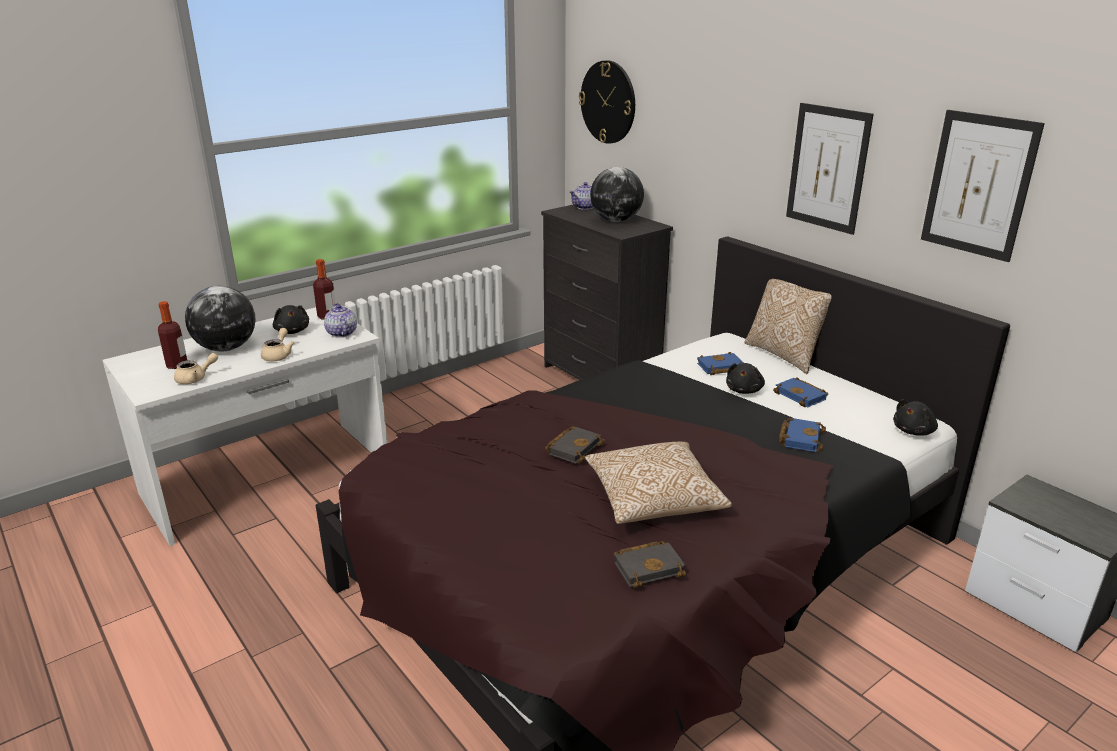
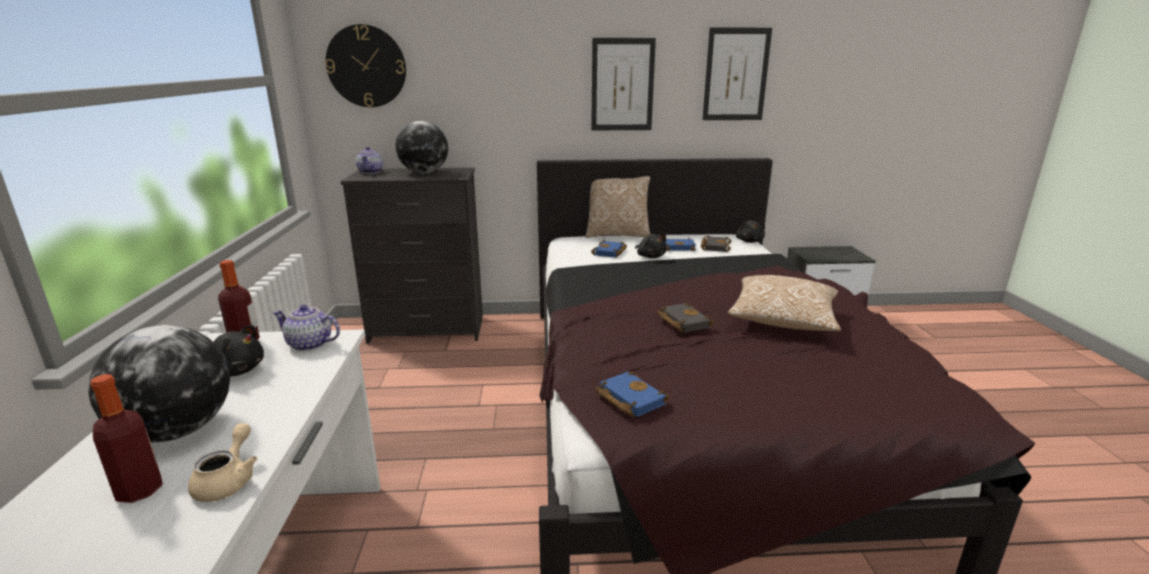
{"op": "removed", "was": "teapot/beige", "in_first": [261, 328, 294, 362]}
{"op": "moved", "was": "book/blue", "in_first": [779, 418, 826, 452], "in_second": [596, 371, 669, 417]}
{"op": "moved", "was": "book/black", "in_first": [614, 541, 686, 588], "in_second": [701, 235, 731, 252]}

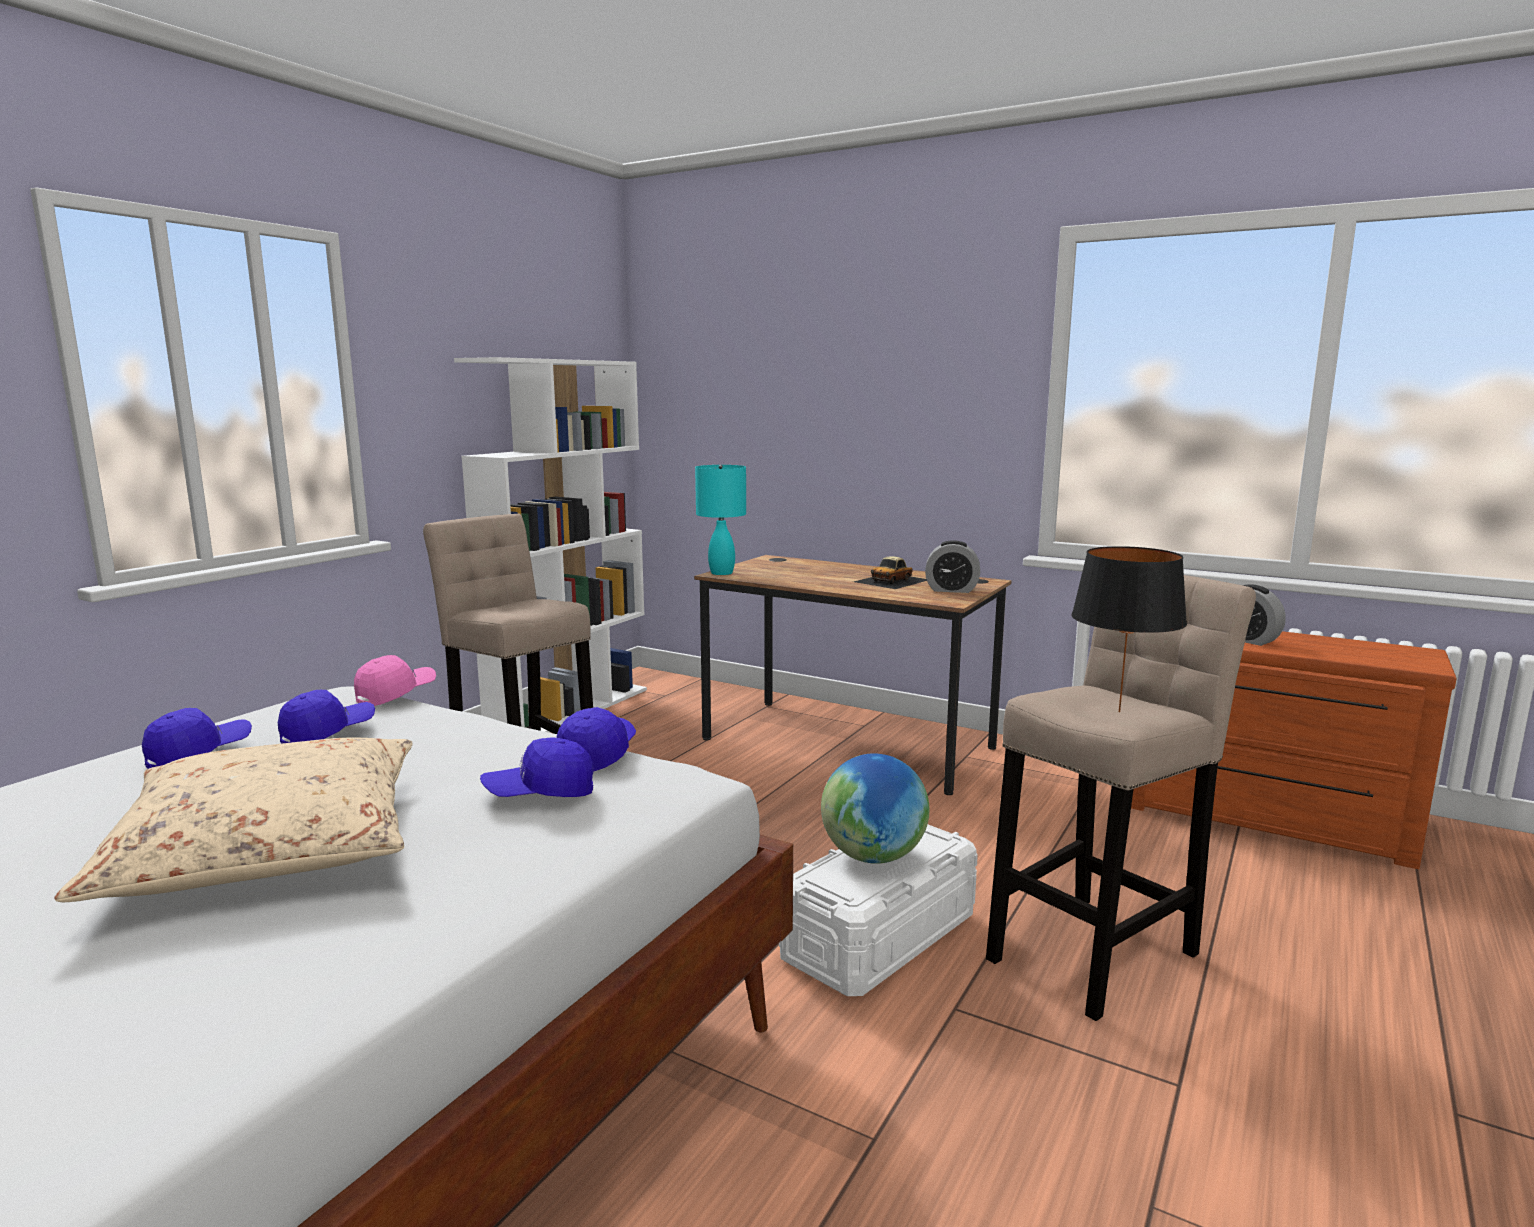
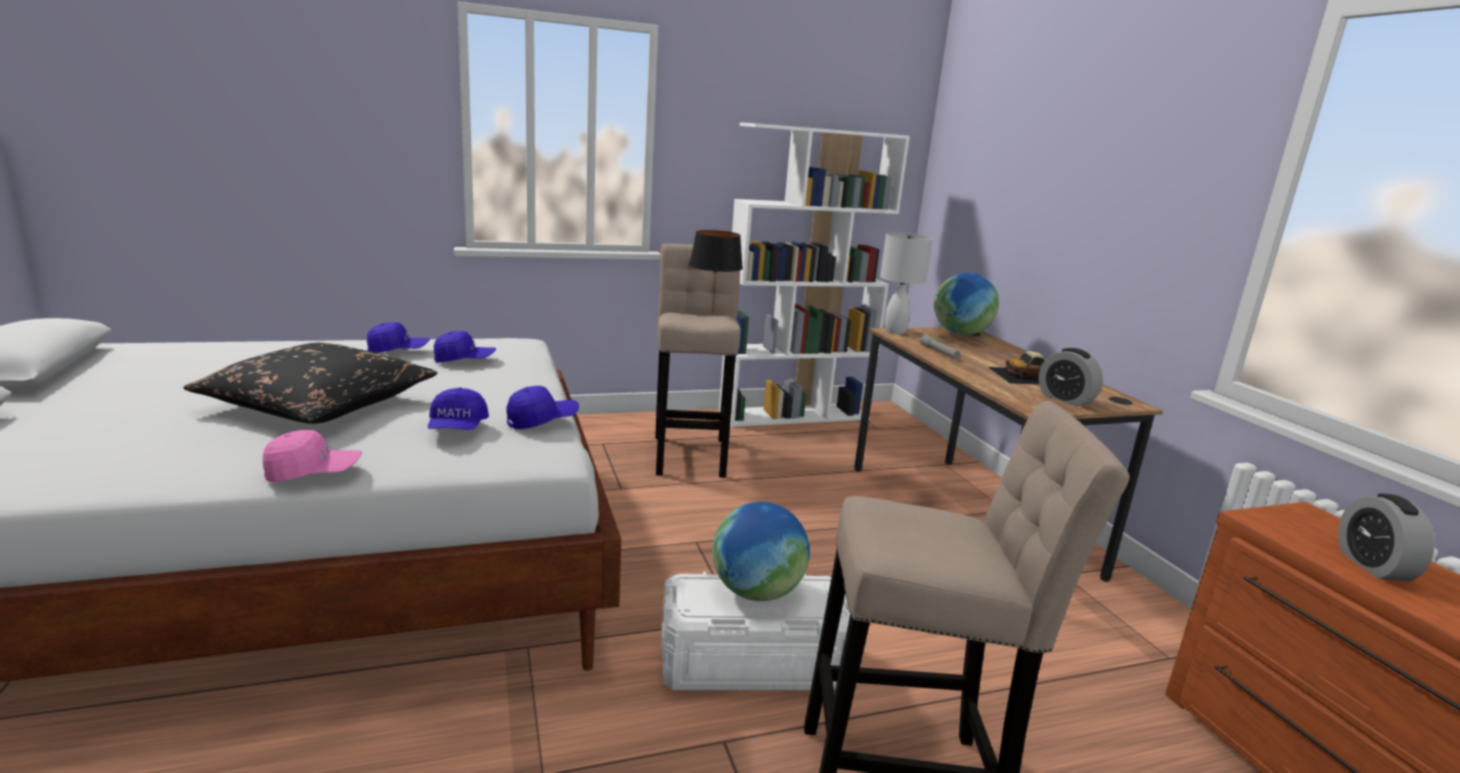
{"op": "recoloured", "was": "table lamp/turquoise", "now": "table lamp/white", "in_first": [695, 465, 746, 575], "in_second": [880, 233, 933, 334]}
{"op": "moved", "was": "table lamp/black", "in_first": [1071, 546, 1187, 712], "in_second": [689, 230, 743, 314]}
{"op": "moved", "was": "cap/pink", "in_first": [354, 655, 436, 706], "in_second": [263, 430, 362, 482]}
{"op": "turned", "was": "cap/blue", "in_first": [480, 737, 594, 797], "in_second": [428, 387, 489, 430], "clockwise": -120}
{"op": "recoloured", "was": "pillow/beige", "now": "pillow/black", "in_first": [54, 738, 412, 902], "in_second": [183, 343, 437, 424]}
{"op": "added", "now": "globe", "in_second": [934, 273, 999, 335]}
{"op": "added", "now": "flashlight/grey", "in_second": [920, 335, 960, 359]}

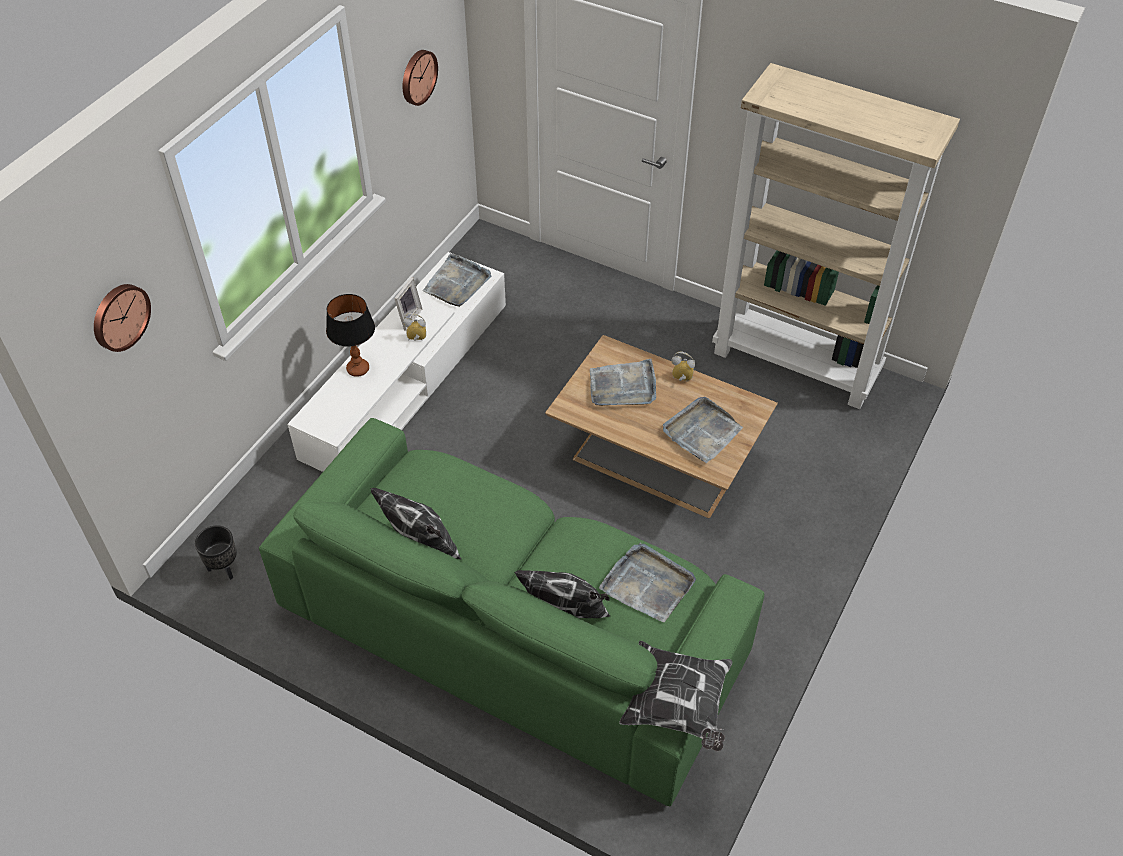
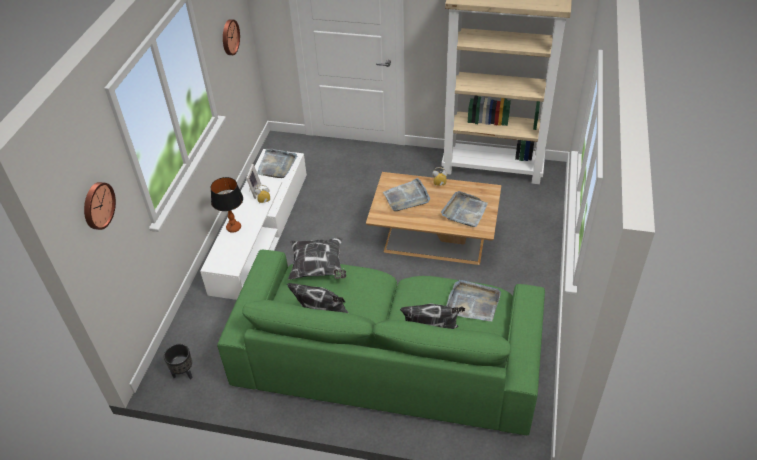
{"op": "moved", "was": "pillow", "in_first": [619, 641, 733, 751], "in_second": [288, 237, 346, 280]}

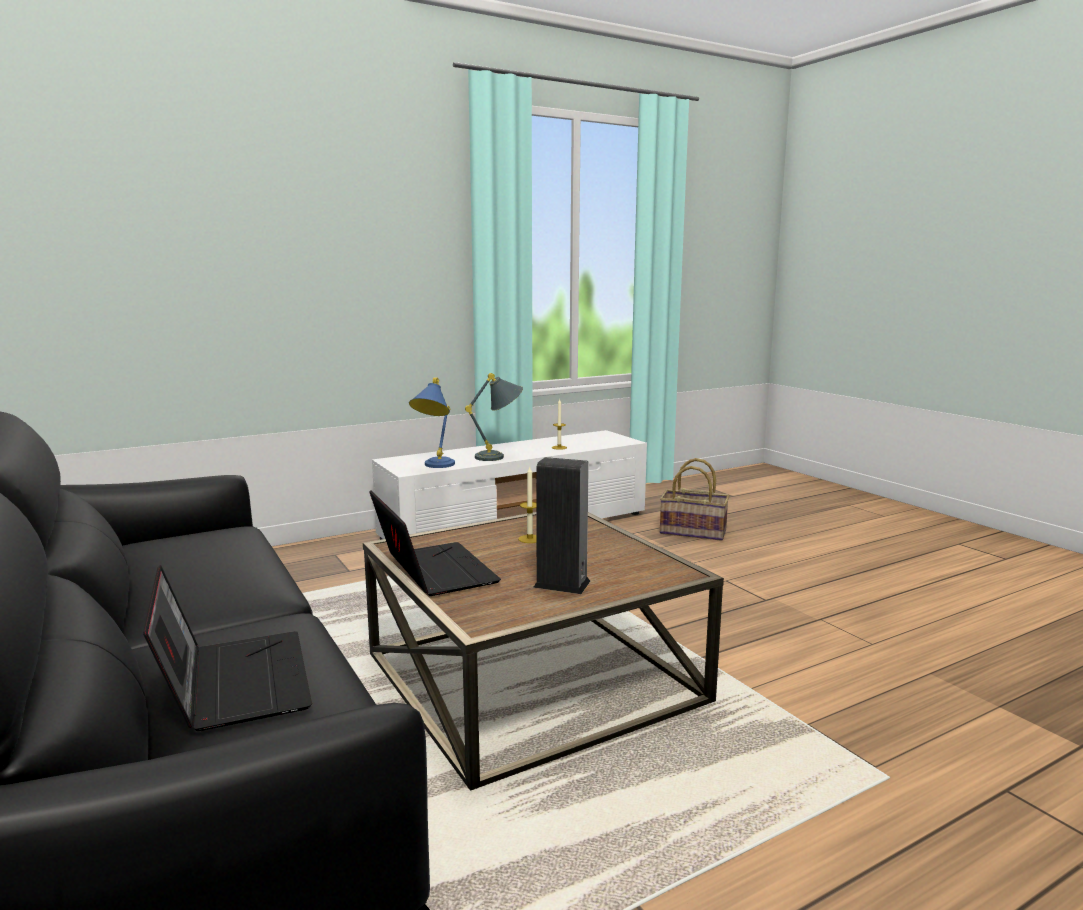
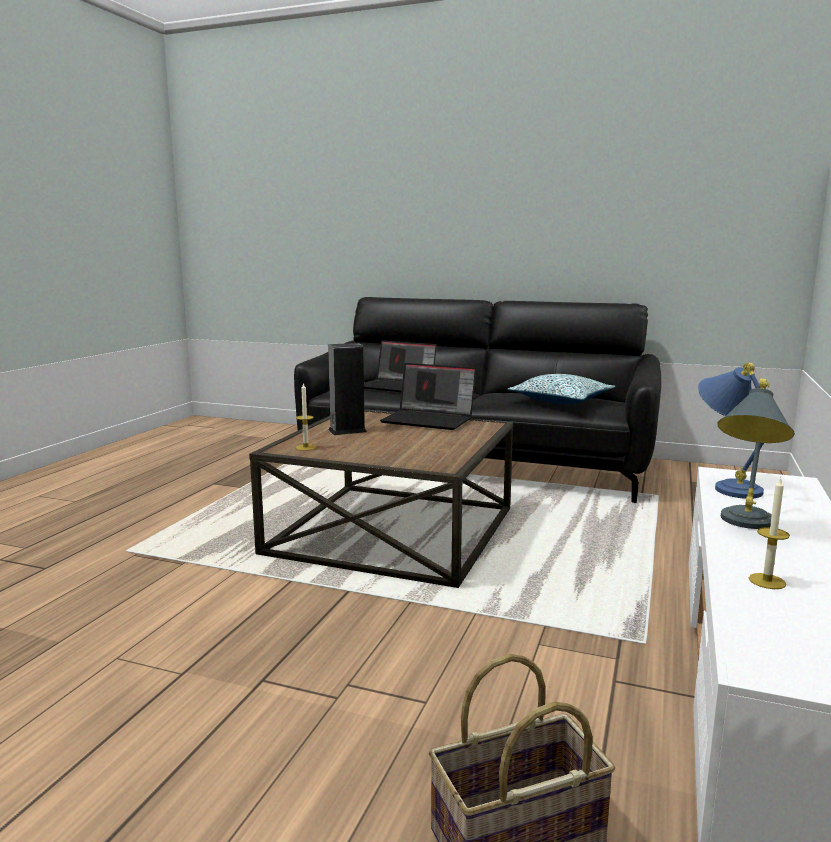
{"op": "moved", "was": "candle", "in_first": [518, 467, 537, 543], "in_second": [296, 382, 316, 451]}
{"op": "added", "now": "pillow", "in_second": [507, 374, 616, 405]}

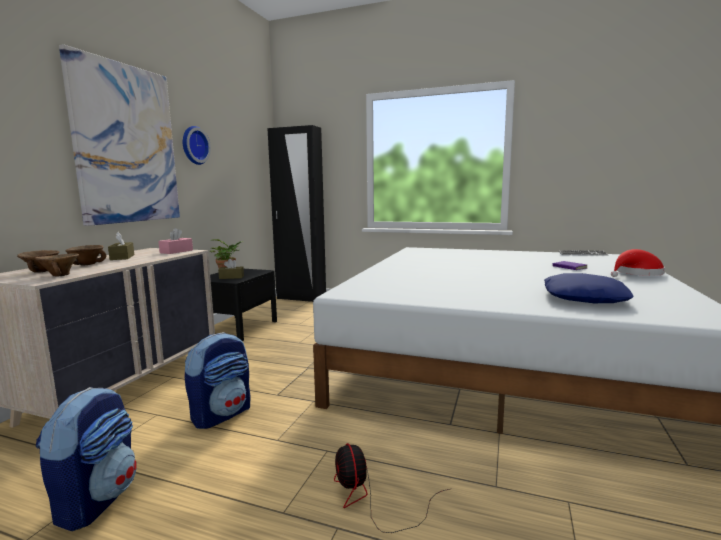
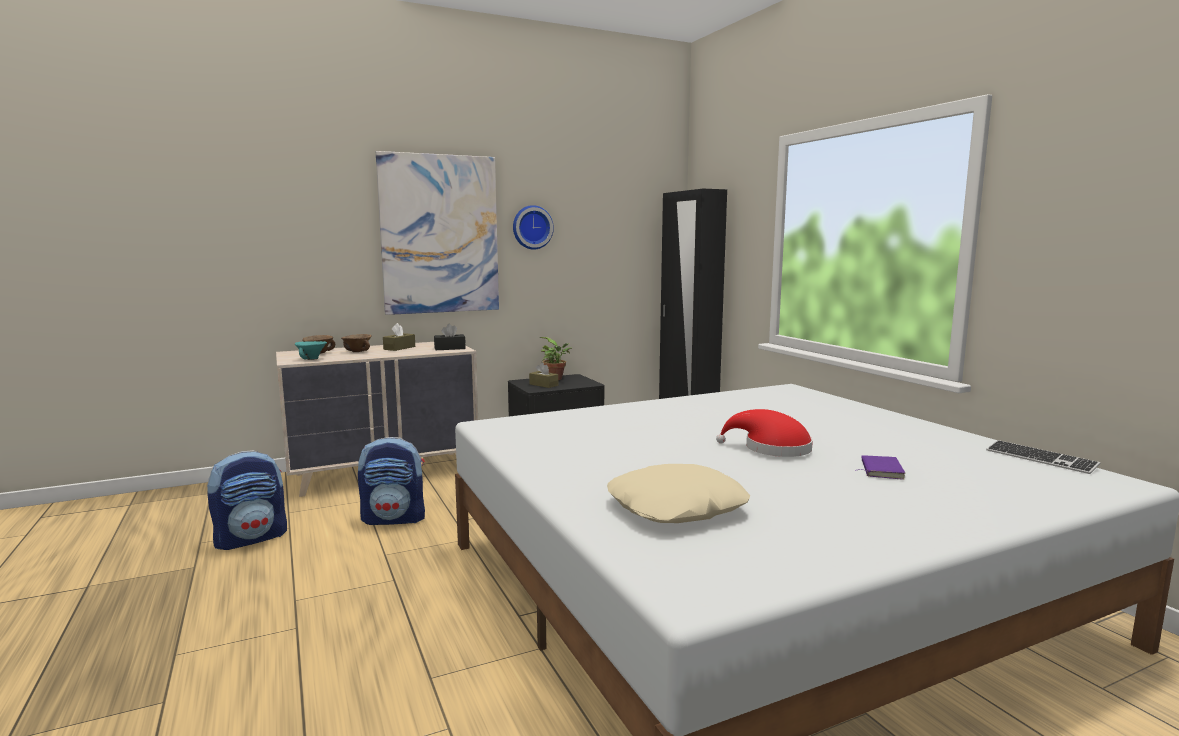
{"op": "recoloured", "was": "tissue box/pink", "now": "tissue box/black", "in_first": [158, 228, 193, 254], "in_second": [434, 324, 466, 350]}
{"op": "moved", "was": "hat/red", "in_first": [611, 249, 665, 277], "in_second": [716, 409, 813, 457]}
{"op": "recoloured", "was": "bowl/brown", "now": "bowl/turquoise", "in_first": [35, 253, 79, 276], "in_second": [295, 341, 327, 360]}
{"op": "recoloured", "was": "pillow/blue", "now": "pillow/beige", "in_first": [544, 273, 633, 303], "in_second": [607, 464, 750, 523]}
{"op": "removed", "was": "fan", "in_first": [334, 443, 450, 533]}

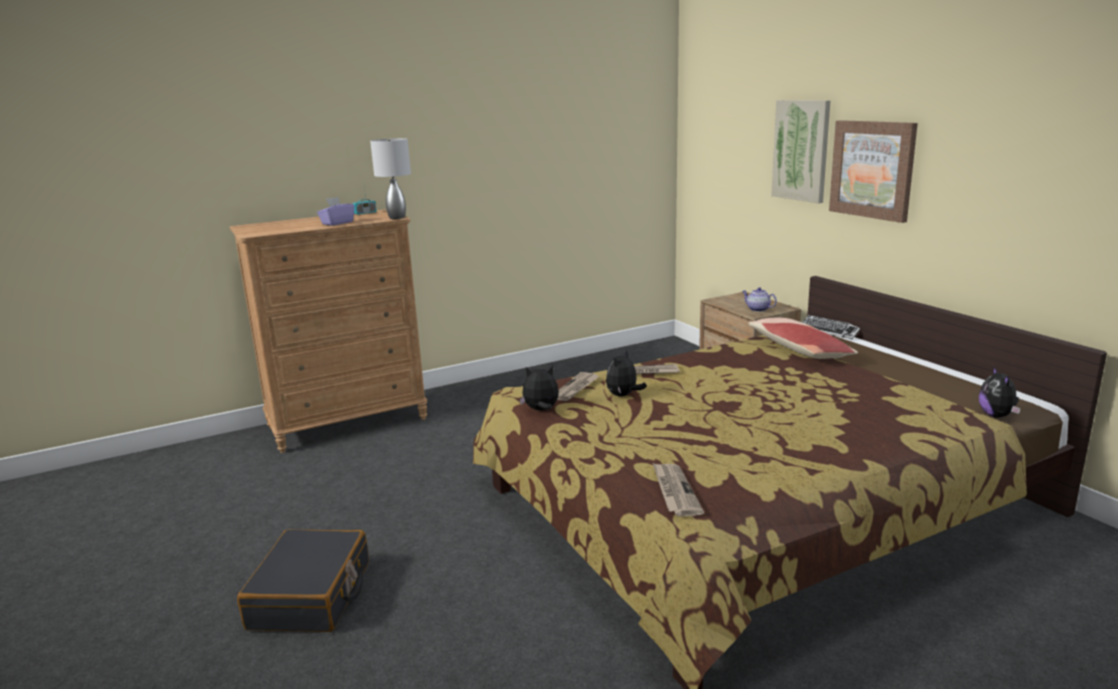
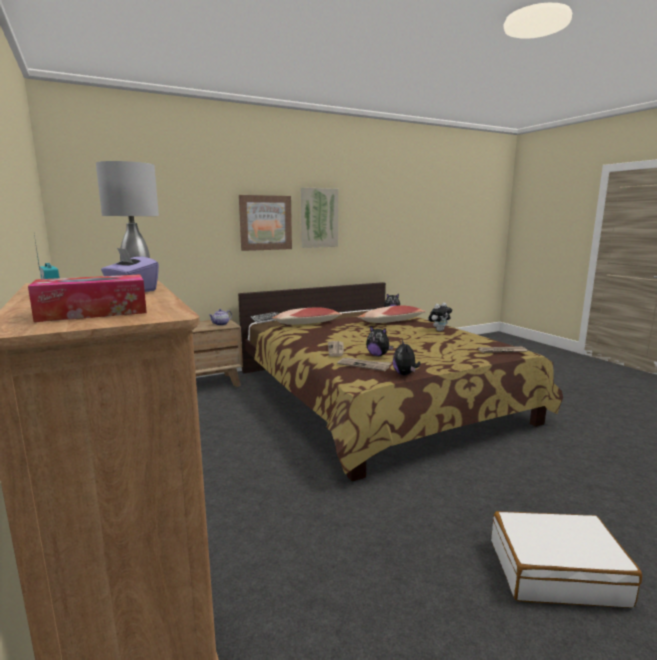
{"op": "moved", "was": "picture", "in_first": [771, 100, 831, 203], "in_second": [301, 187, 338, 248]}
{"op": "recoloured", "was": "suitcase/black", "now": "suitcase/white", "in_first": [237, 530, 369, 632], "in_second": [491, 511, 642, 608]}
{"op": "added", "now": "tissue box", "in_second": [28, 275, 147, 322]}
{"op": "added", "now": "plush toy", "in_second": [428, 303, 452, 331]}
{"op": "added", "now": "pillow", "in_second": [358, 305, 426, 323]}

